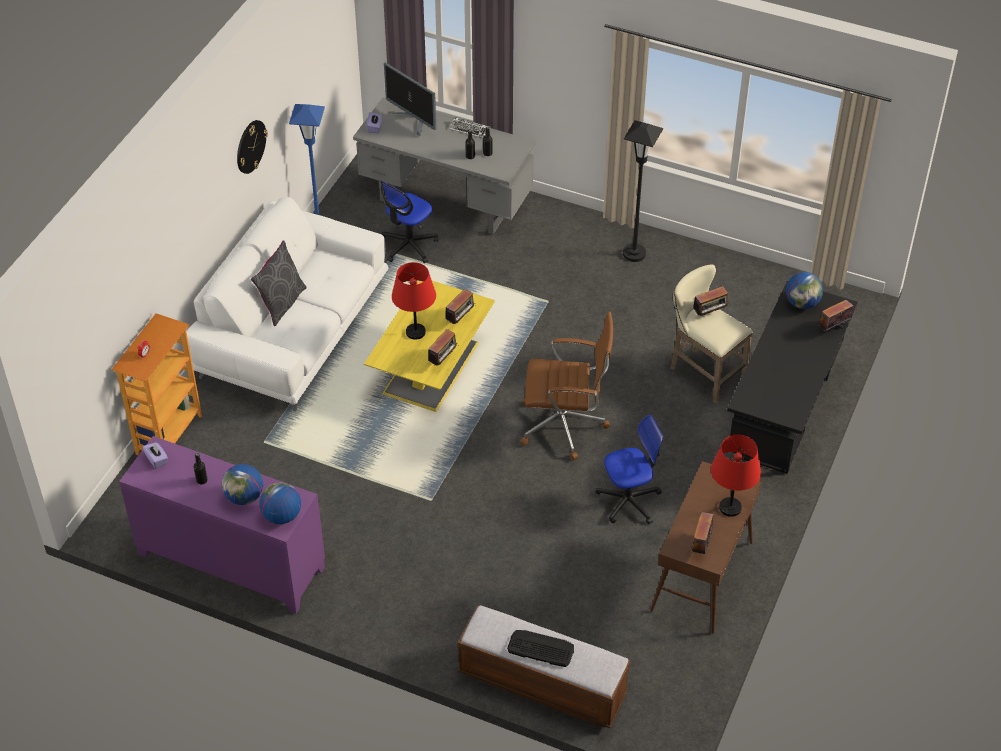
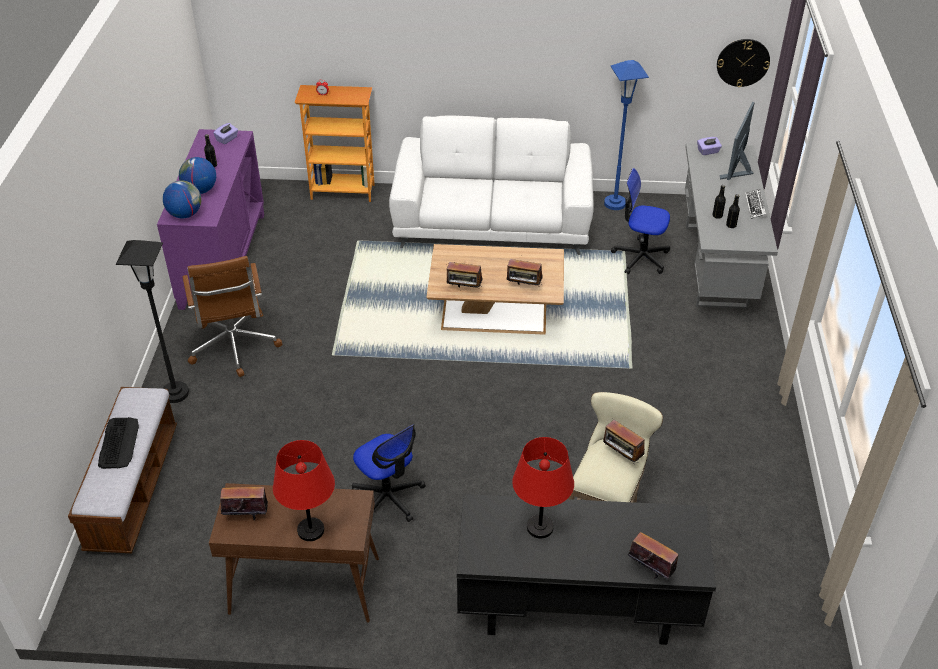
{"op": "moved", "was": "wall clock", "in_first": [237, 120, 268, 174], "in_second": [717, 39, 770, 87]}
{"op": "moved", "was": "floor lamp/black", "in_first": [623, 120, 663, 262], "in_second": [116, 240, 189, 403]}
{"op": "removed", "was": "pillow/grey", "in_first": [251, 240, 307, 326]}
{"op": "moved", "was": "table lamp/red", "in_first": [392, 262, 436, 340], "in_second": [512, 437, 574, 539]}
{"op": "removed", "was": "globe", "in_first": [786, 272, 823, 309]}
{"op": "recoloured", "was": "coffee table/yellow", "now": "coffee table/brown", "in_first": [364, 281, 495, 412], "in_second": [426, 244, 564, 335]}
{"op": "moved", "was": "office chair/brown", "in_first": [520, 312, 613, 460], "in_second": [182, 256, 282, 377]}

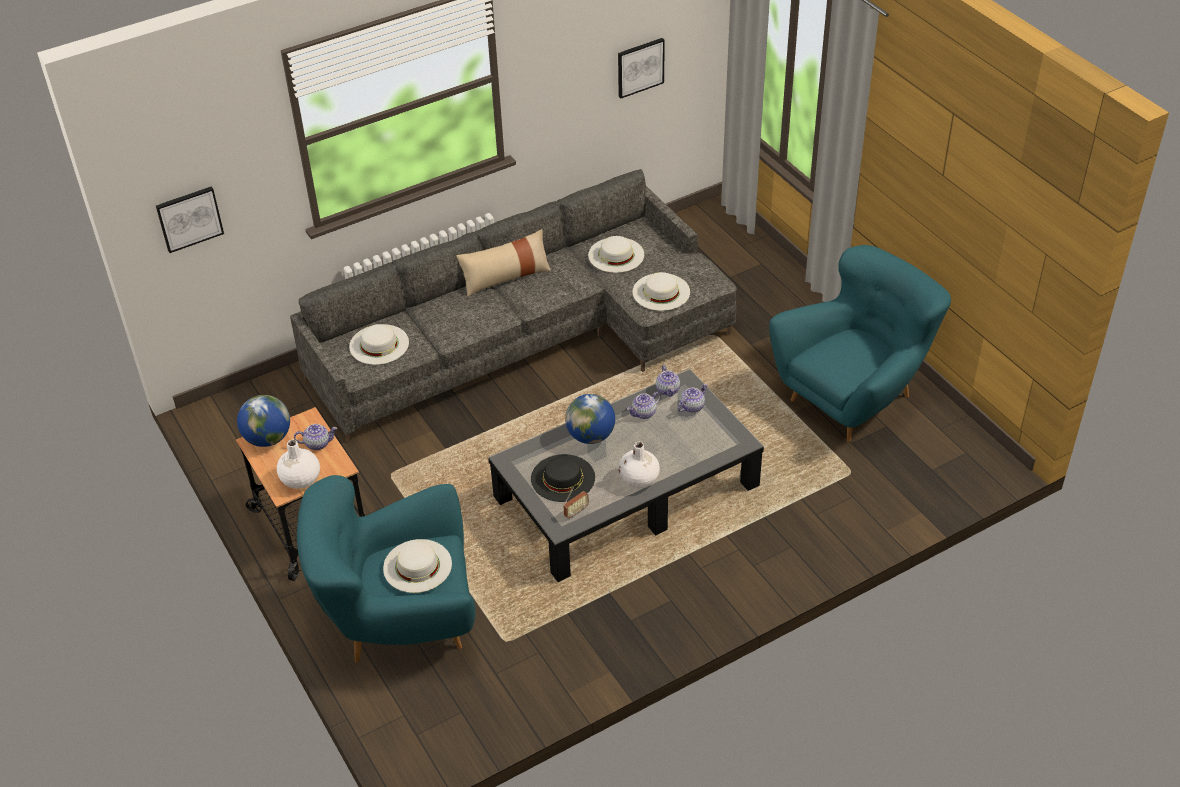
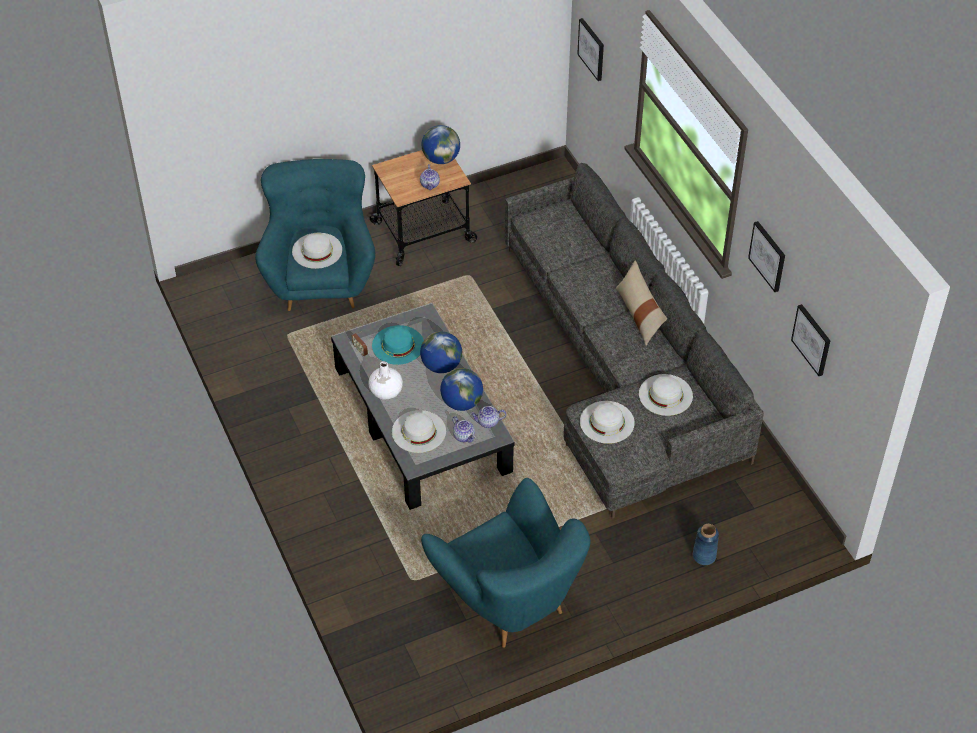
{"op": "moved", "was": "hat/white", "in_first": [349, 324, 409, 365], "in_second": [392, 410, 446, 453]}
{"op": "replaced", "was": "teapot", "now": "globe", "in_first": [627, 392, 661, 419], "in_second": [440, 368, 483, 411]}
{"op": "removed", "was": "vase/white", "in_first": [277, 439, 320, 489]}
{"op": "recoloured", "was": "hat/black", "now": "hat/turquoise", "in_first": [531, 454, 595, 502], "in_second": [372, 325, 424, 365]}
{"op": "added", "now": "picture", "in_second": [748, 221, 785, 292]}
{"op": "added", "now": "vase/blue", "in_second": [693, 524, 719, 565]}

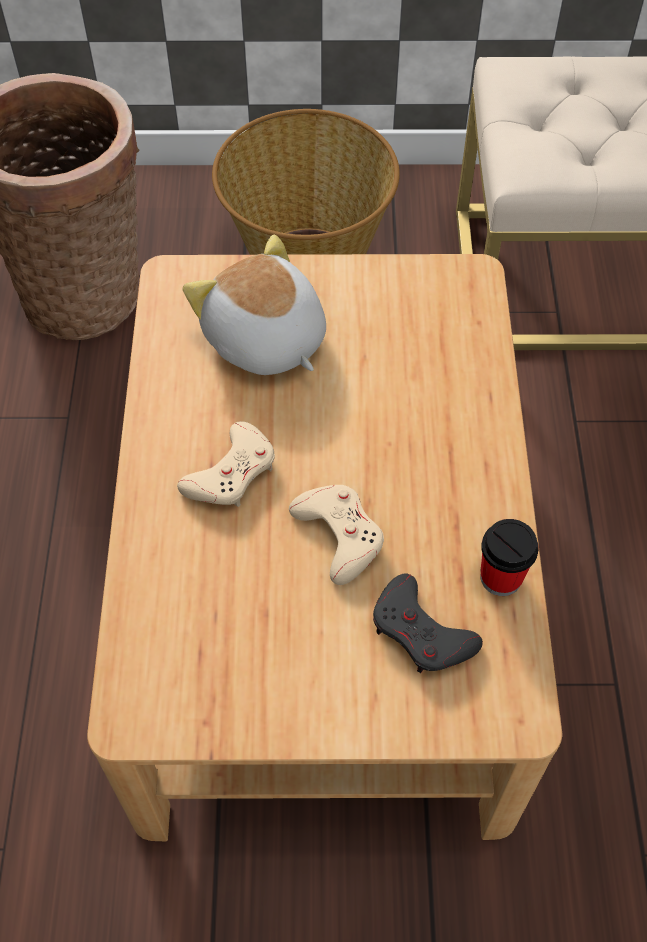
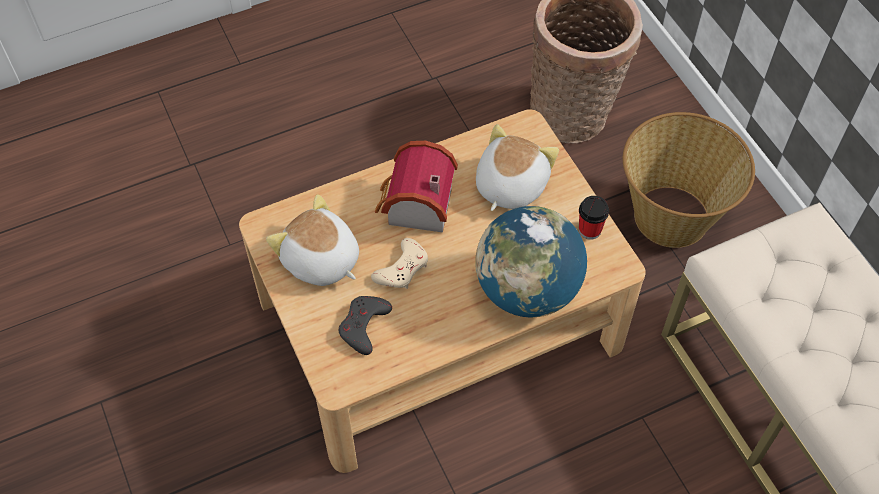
{"op": "replaced", "was": "game controller/beige", "now": "toy house", "in_first": [177, 421, 275, 507], "in_second": [375, 141, 458, 233]}
{"op": "moved", "was": "cup", "in_first": [480, 519, 539, 596], "in_second": [579, 196, 609, 240]}
{"op": "added", "now": "plush toy", "in_second": [266, 195, 359, 286]}
{"op": "added", "now": "globe", "in_second": [475, 206, 587, 317]}

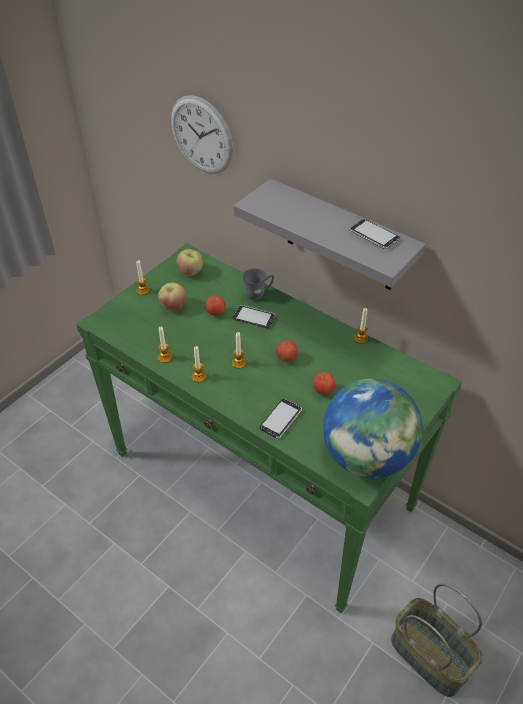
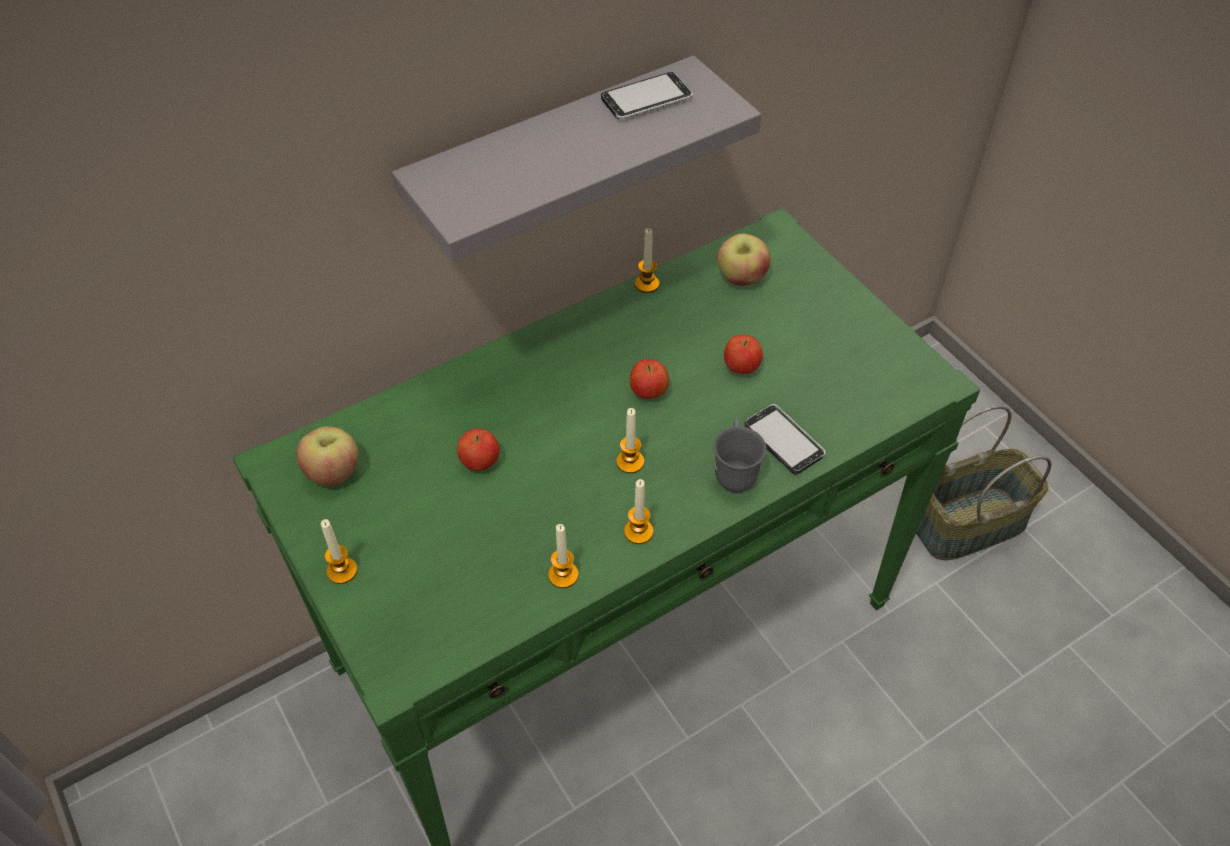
{"op": "removed", "was": "wall clock", "in_first": [171, 95, 233, 174]}
{"op": "moved", "was": "mug/grey", "in_first": [242, 268, 274, 300], "in_second": [713, 419, 767, 493]}
{"op": "moved", "was": "apple", "in_first": [158, 282, 186, 312], "in_second": [717, 234, 771, 286]}
{"op": "removed", "was": "phone", "in_first": [233, 305, 275, 328]}
{"op": "removed", "was": "globe", "in_first": [323, 379, 423, 478]}

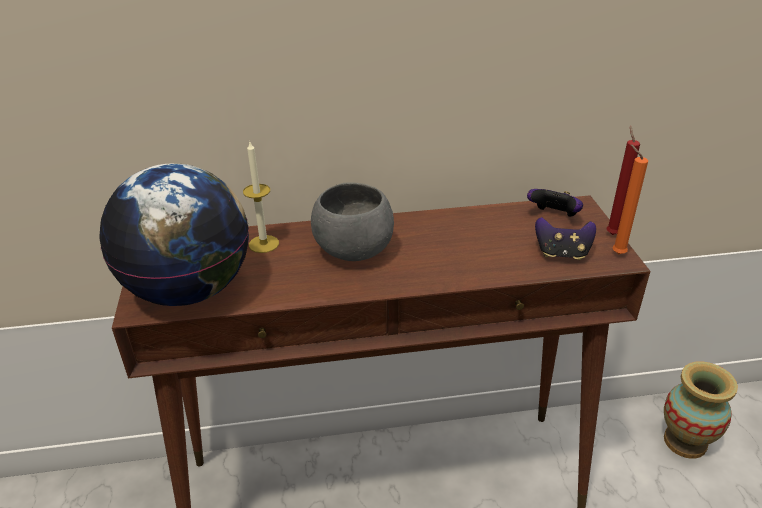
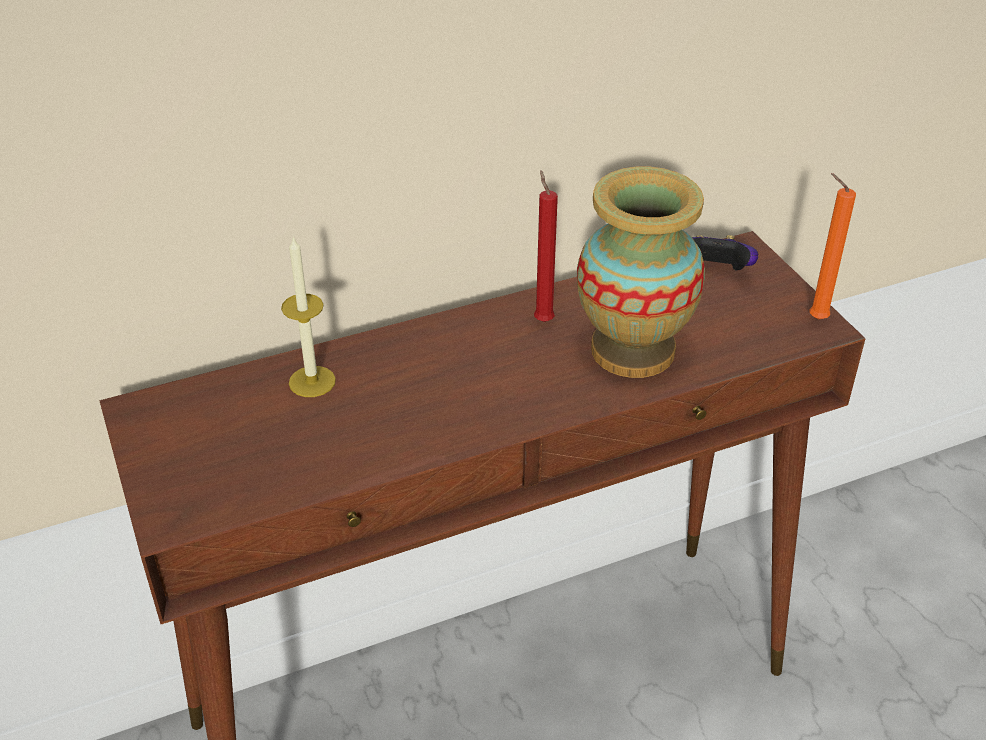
{"op": "moved", "was": "candle/red", "in_first": [606, 126, 640, 235], "in_second": [534, 170, 558, 322]}
{"op": "removed", "was": "globe", "in_first": [99, 164, 249, 306]}
{"op": "removed", "was": "bowl/grey", "in_first": [311, 182, 394, 261]}
{"op": "removed", "was": "game controller", "in_first": [535, 217, 596, 260]}
{"op": "moved", "was": "vase", "in_first": [664, 361, 738, 459], "in_second": [577, 167, 705, 378]}

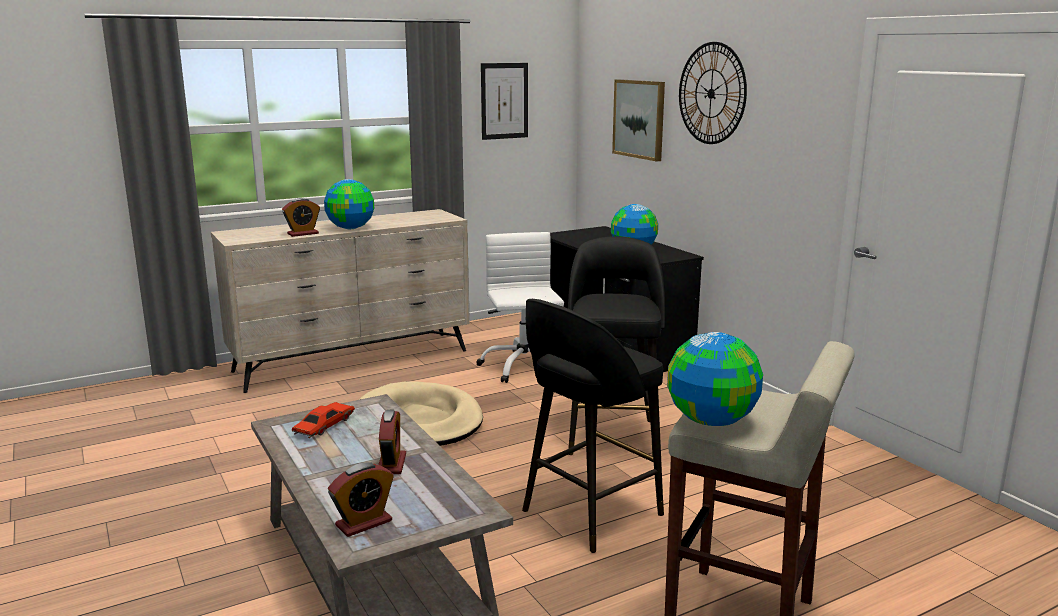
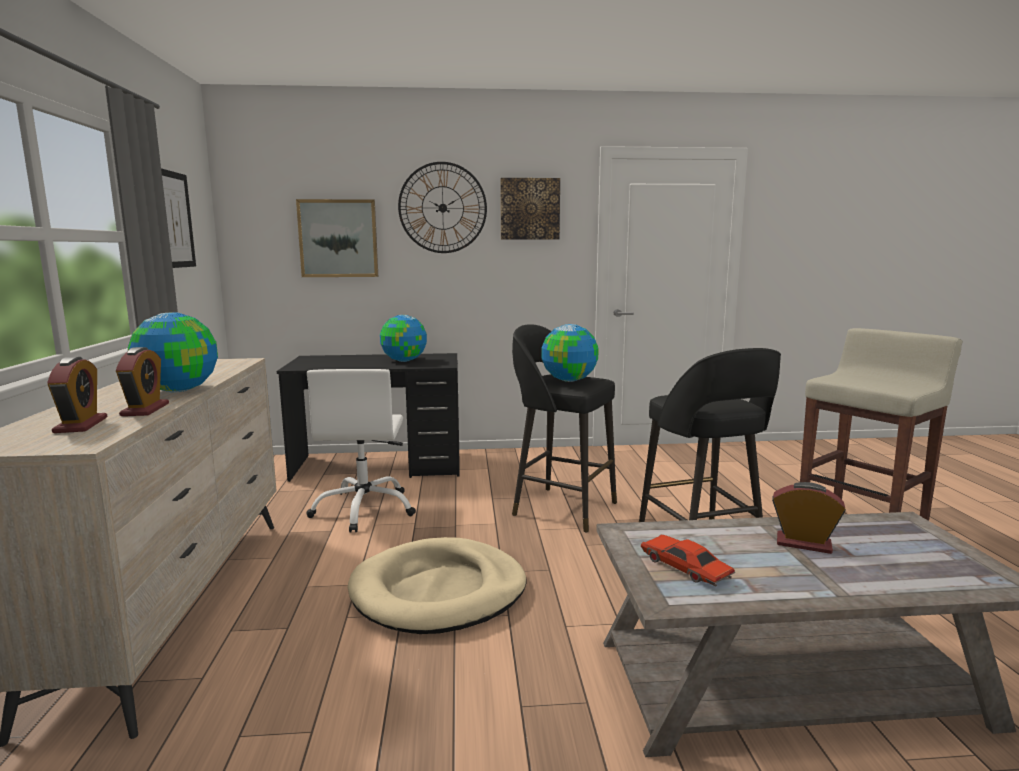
{"op": "turned", "was": "office chair/white", "in_first": [476, 232, 564, 383], "in_second": [307, 369, 416, 532], "clockwise": -105}
{"op": "moved", "was": "globe", "in_first": [667, 332, 763, 426], "in_second": [542, 324, 599, 382]}
{"op": "moved", "was": "alarm clock", "in_first": [328, 462, 394, 537], "in_second": [47, 357, 107, 433]}
{"op": "added", "now": "picture", "in_second": [500, 178, 560, 240]}

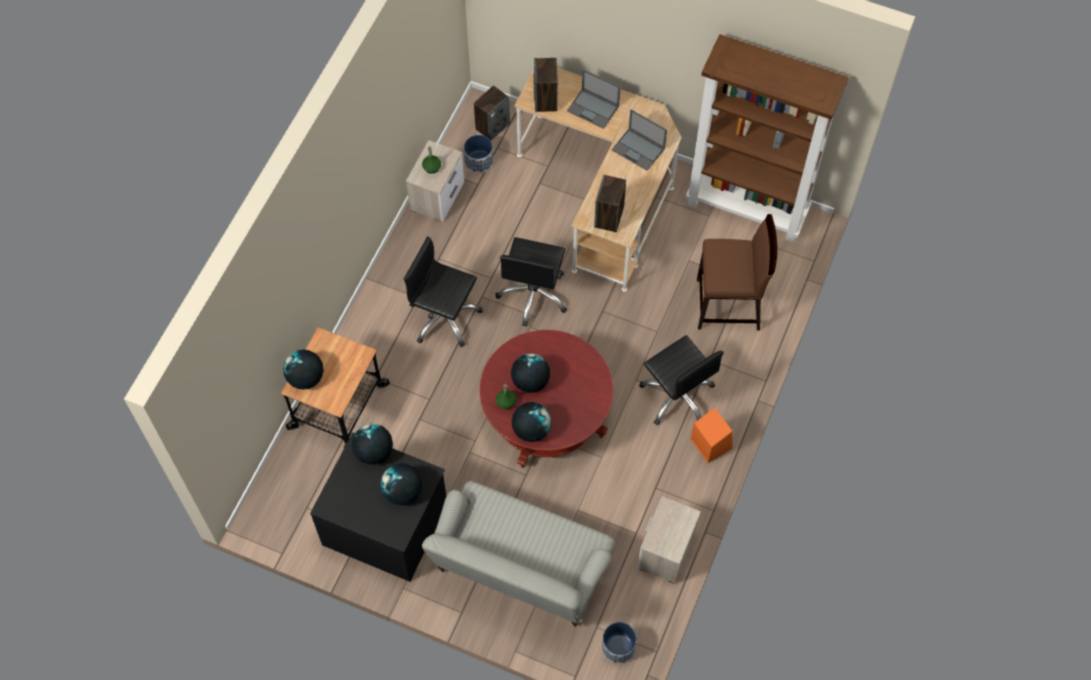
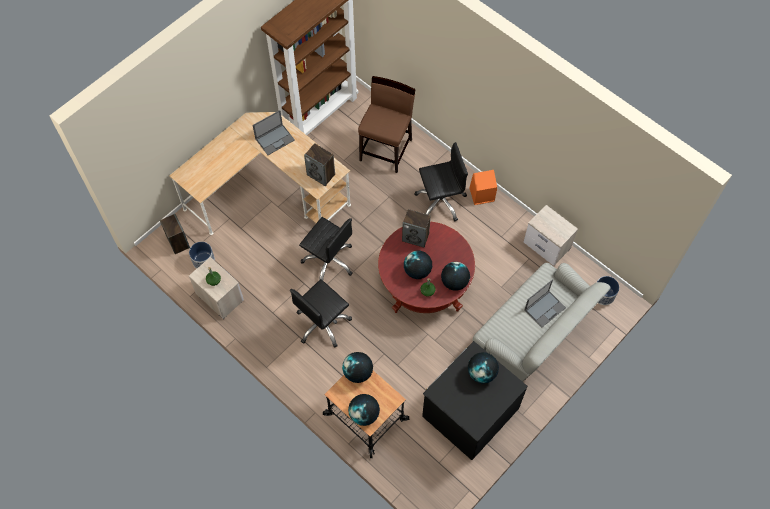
{"op": "moved", "was": "speaker", "in_first": [534, 58, 558, 112], "in_second": [402, 209, 431, 248]}
{"op": "moved", "was": "laptop", "in_first": [567, 69, 621, 129], "in_second": [525, 280, 566, 328]}
{"op": "moved", "was": "globe", "in_first": [352, 424, 393, 465], "in_second": [342, 352, 373, 383]}

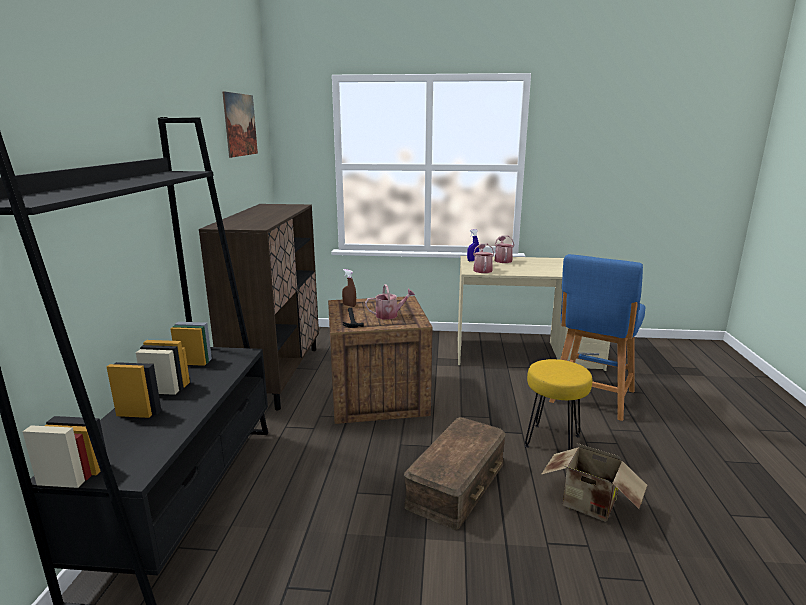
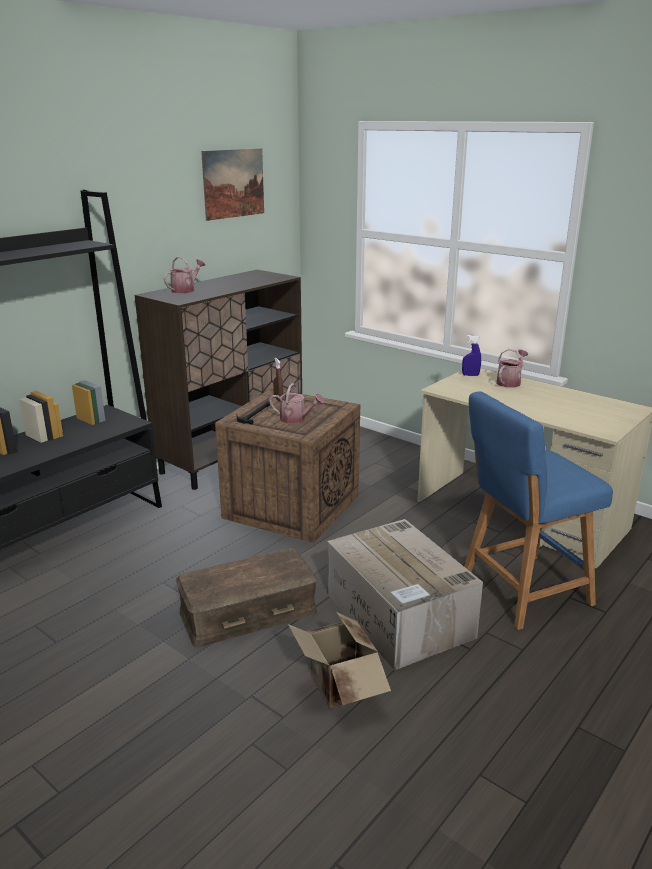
{"op": "moved", "was": "watering can", "in_first": [473, 243, 494, 273], "in_second": [164, 257, 205, 293]}
{"op": "replaced", "was": "stool/yellow", "now": "cardboard box", "in_first": [525, 359, 592, 450], "in_second": [327, 519, 483, 670]}

